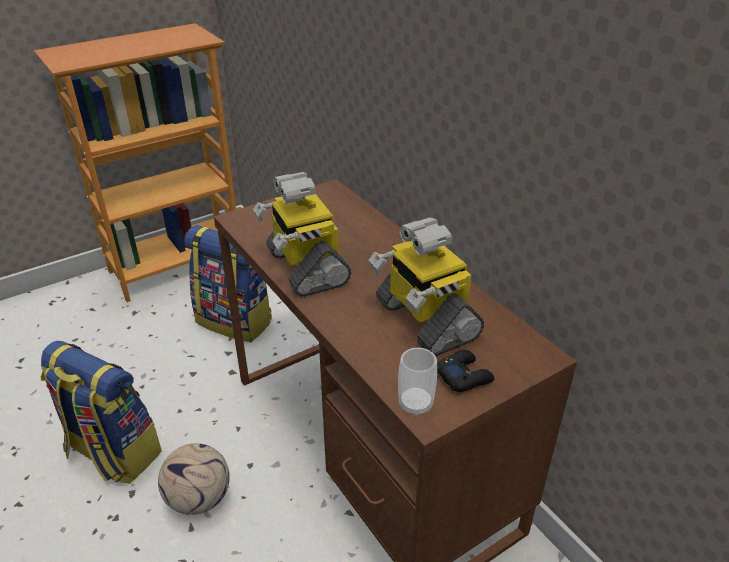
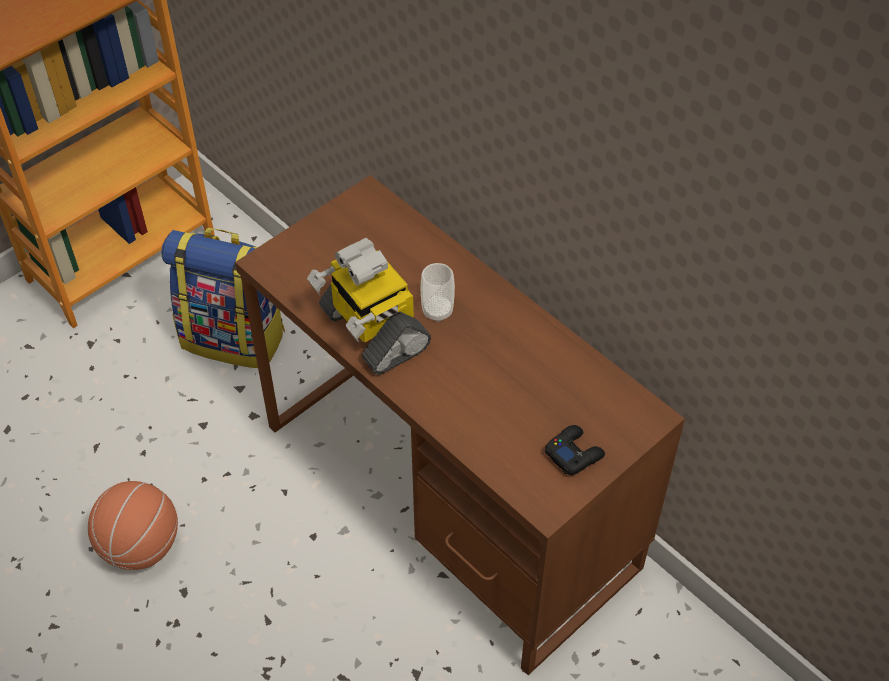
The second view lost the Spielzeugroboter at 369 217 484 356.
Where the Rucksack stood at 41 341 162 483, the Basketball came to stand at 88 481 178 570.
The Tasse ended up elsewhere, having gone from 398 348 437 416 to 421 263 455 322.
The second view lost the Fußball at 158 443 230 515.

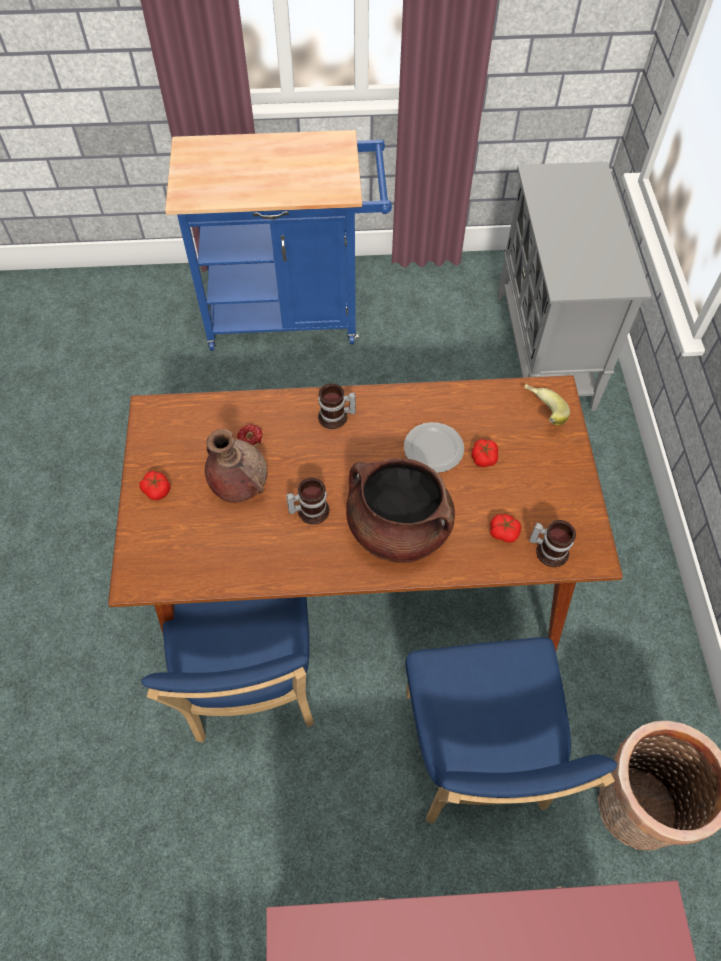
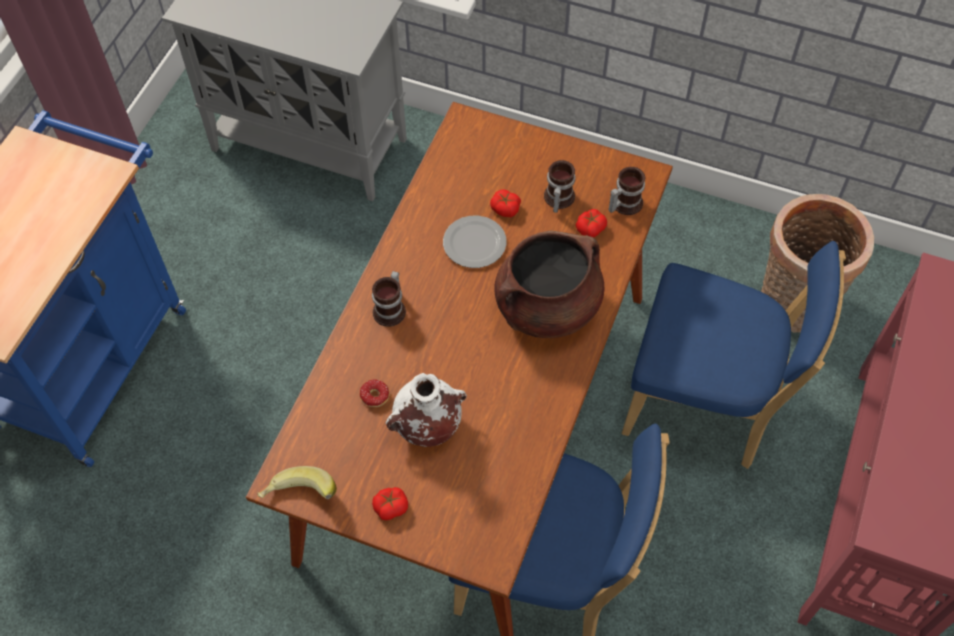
The Banane ended up elsewhere, having gone from 524 384 570 425 to 257 466 337 499.
What was the Vase (braun) at 205 429 267 503 turned into the Vase (weiß) at 386 373 467 447.
The Henkelbecher ended up elsewhere, having gone from 286 478 330 525 to 544 160 575 213.

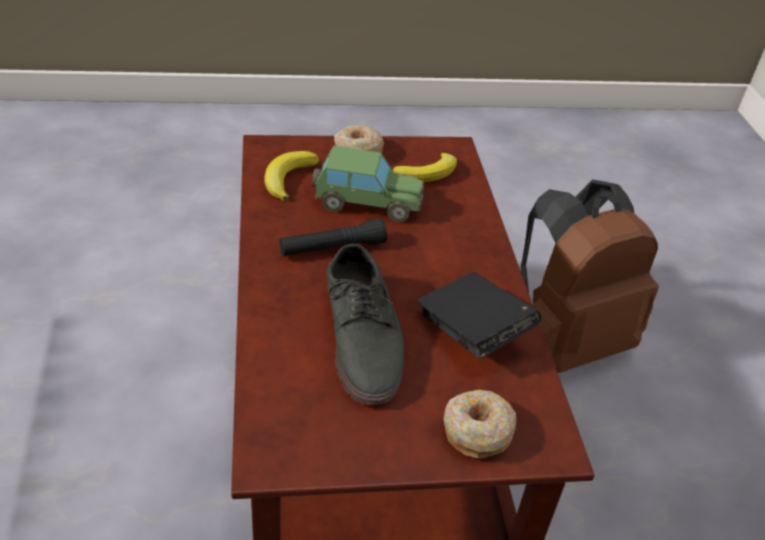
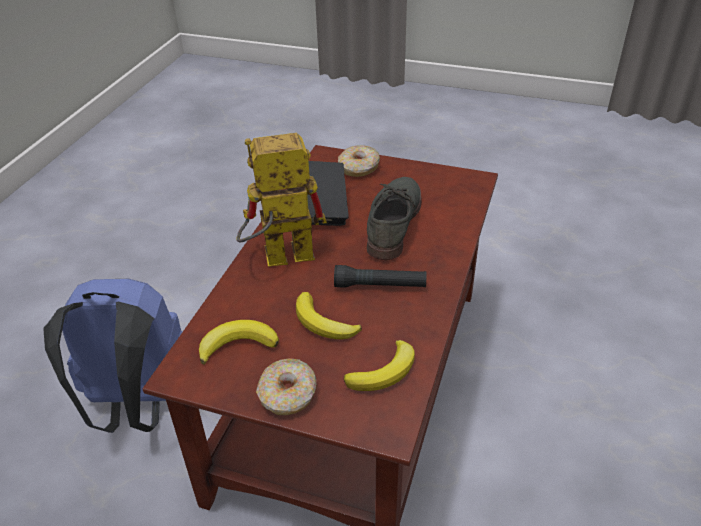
Where the Spielzeugauto stood at 312 146 424 222, the Banane came to stand at 296 292 362 339.
What was the Rucksack (braun) at 521 179 659 373 turned into the Rucksack (blau) at 43 279 182 433.
The second view gained the Spielzeugroboter at 236 133 327 266.

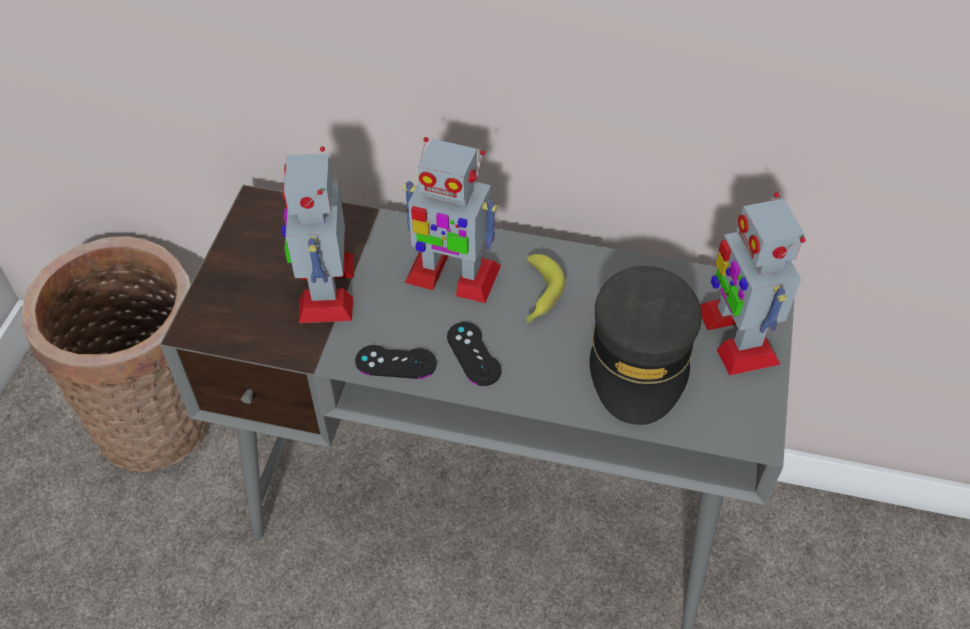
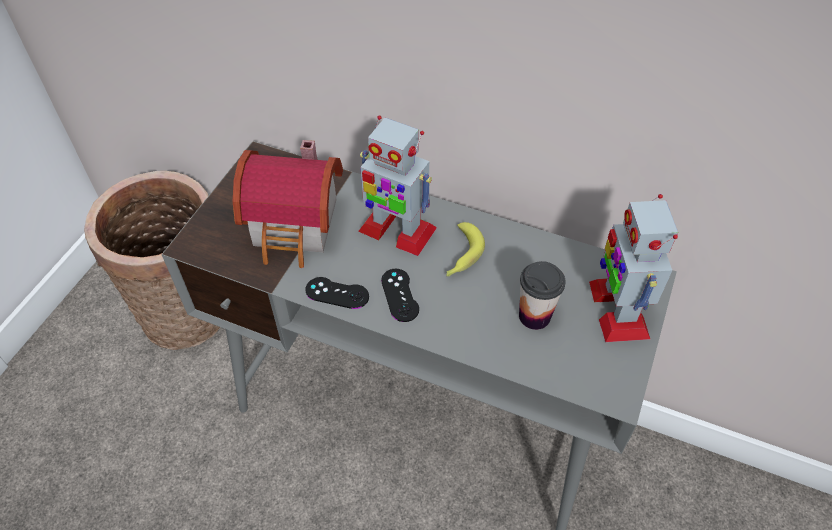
Where the Spielzeugroboter stood at 282 146 354 323, the Spielzeughaus came to stand at 233 140 343 268.
Where the Kappe (grau) stood at 590 266 702 425, the Tasse came to stand at 519 261 566 330.

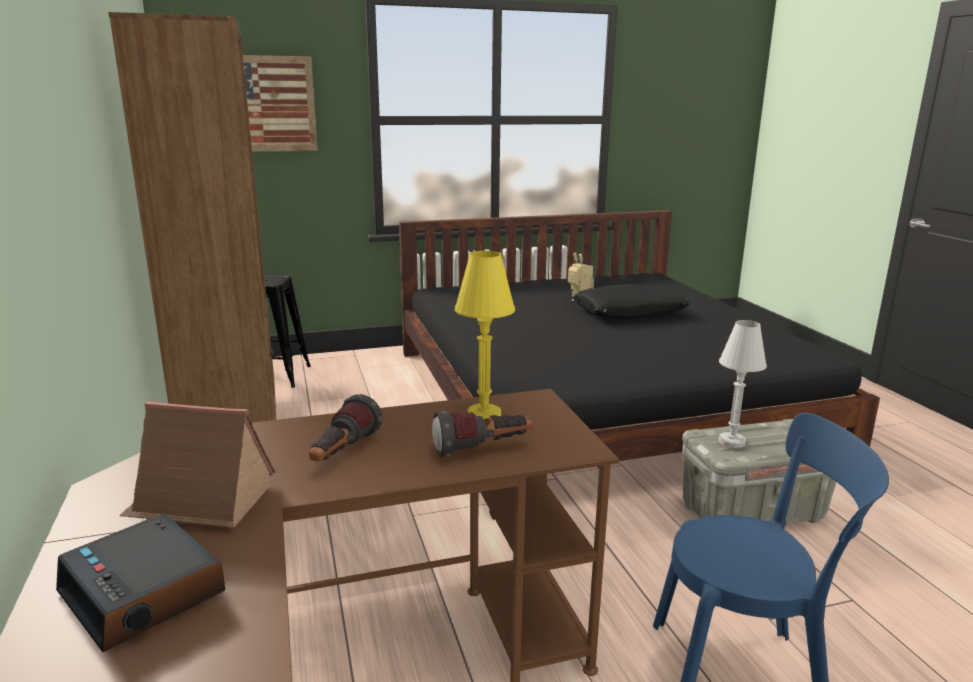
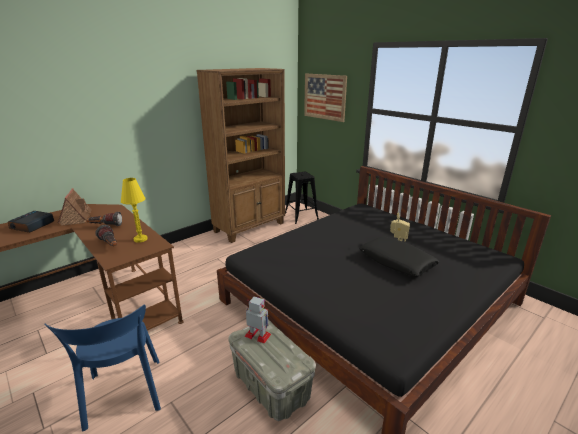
Where the Tischlampe (weiß) stood at 719 320 767 448, the Spielzeugroboter came to stand at 244 296 271 344.

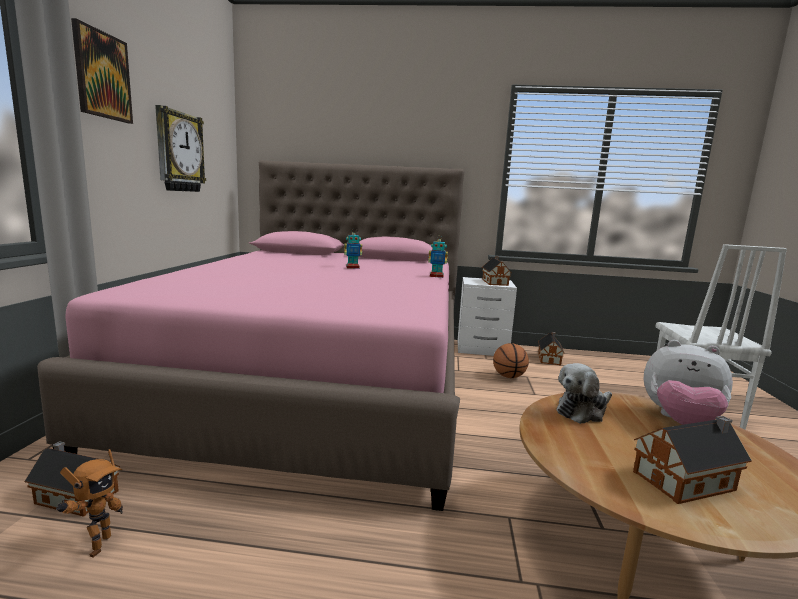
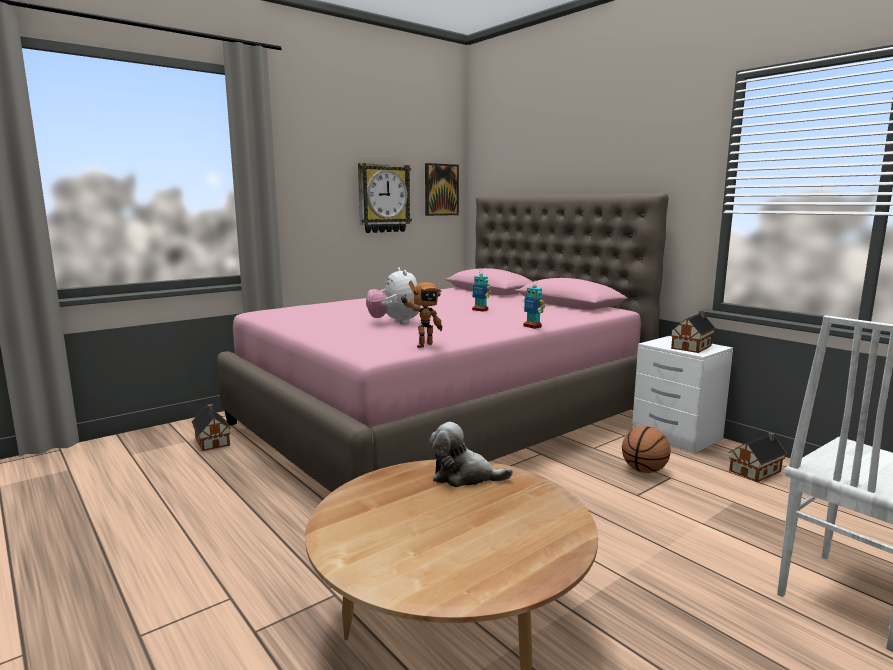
The Bild ended up elsewhere, having gone from 71 18 133 124 to 425 163 459 216.
The Plüschtier ended up elsewhere, having gone from 644 340 733 425 to 366 268 421 324.
The second view lost the Spielzeughaus at 633 416 752 504.
The Spielzeugroboter ended up elsewhere, having gone from 56 449 123 557 to 401 281 442 348.

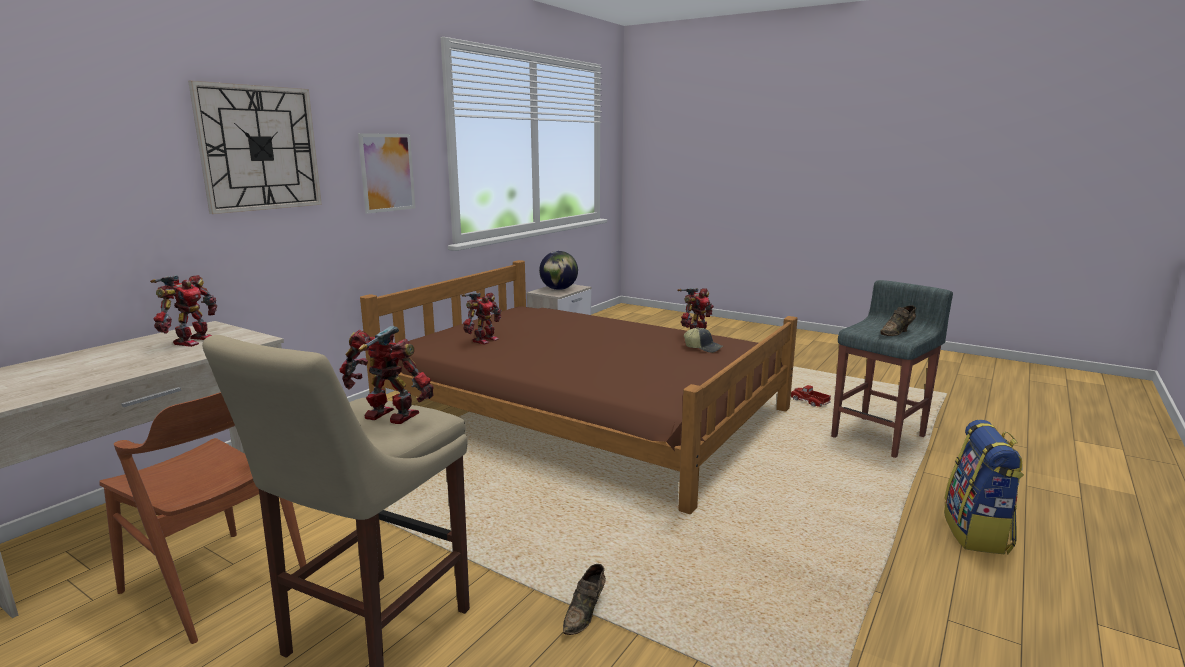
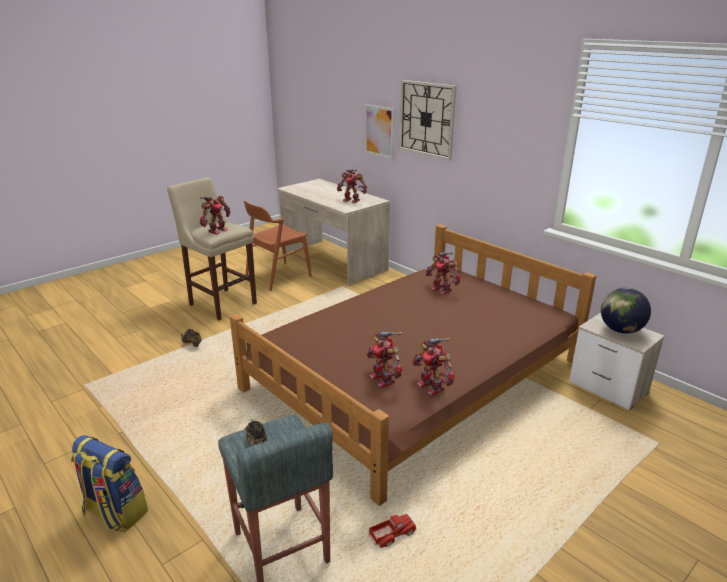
The Bild ended up elsewhere, having gone from 358 133 415 214 to 365 104 394 159.
Where the Kappe stood at 684 327 723 353, the Spielzeugroboter came to stand at 366 332 403 388.

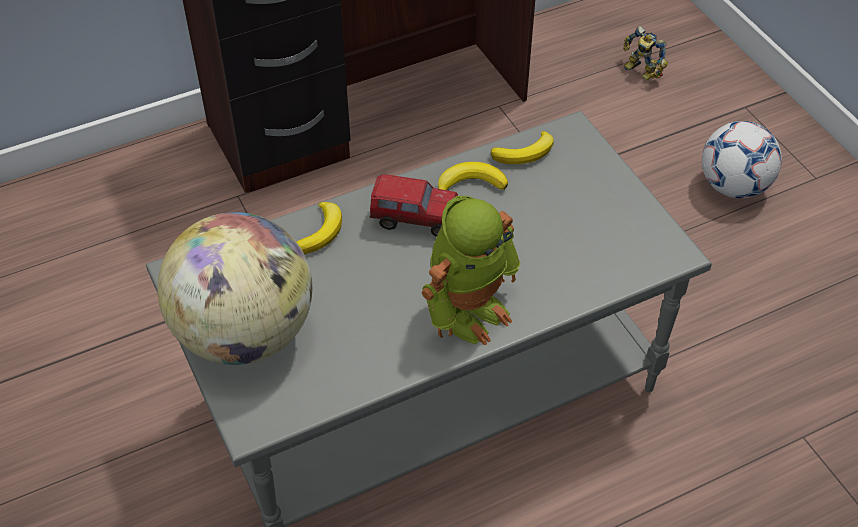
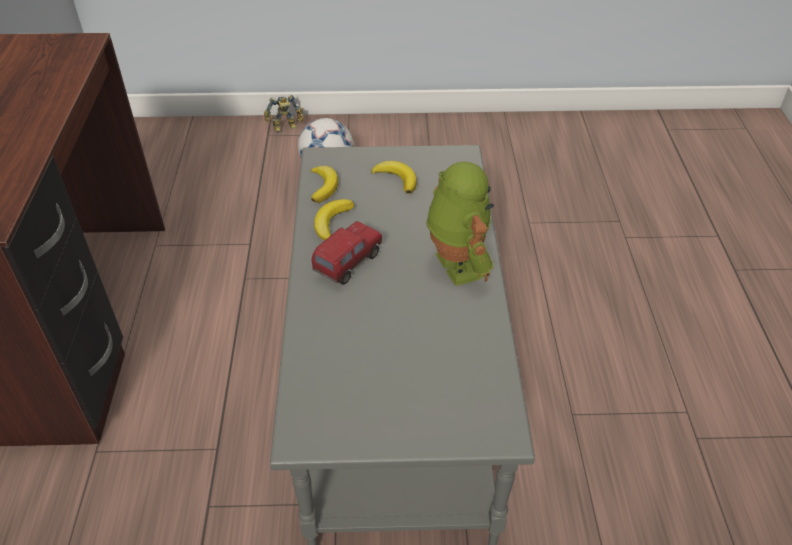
The Spielzeugroboter ended up elsewhere, having gone from 623 26 668 80 to 264 95 304 133.
The Banane ended up elsewhere, having gone from 297 202 342 254 to 371 161 417 194.
The second view lost the Globus at 157 212 312 365.

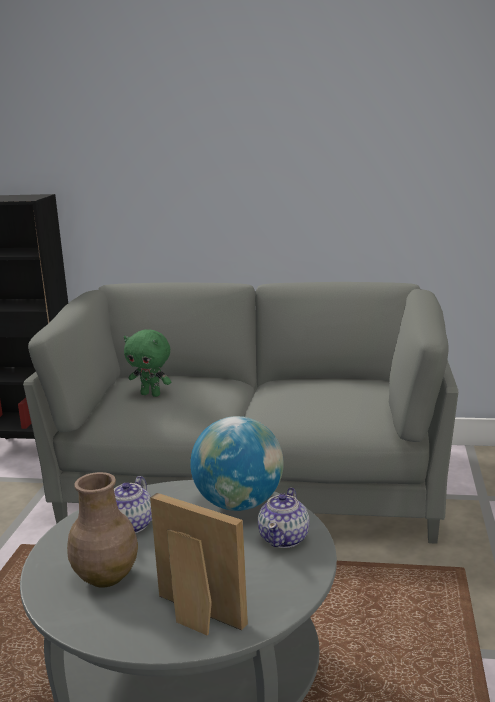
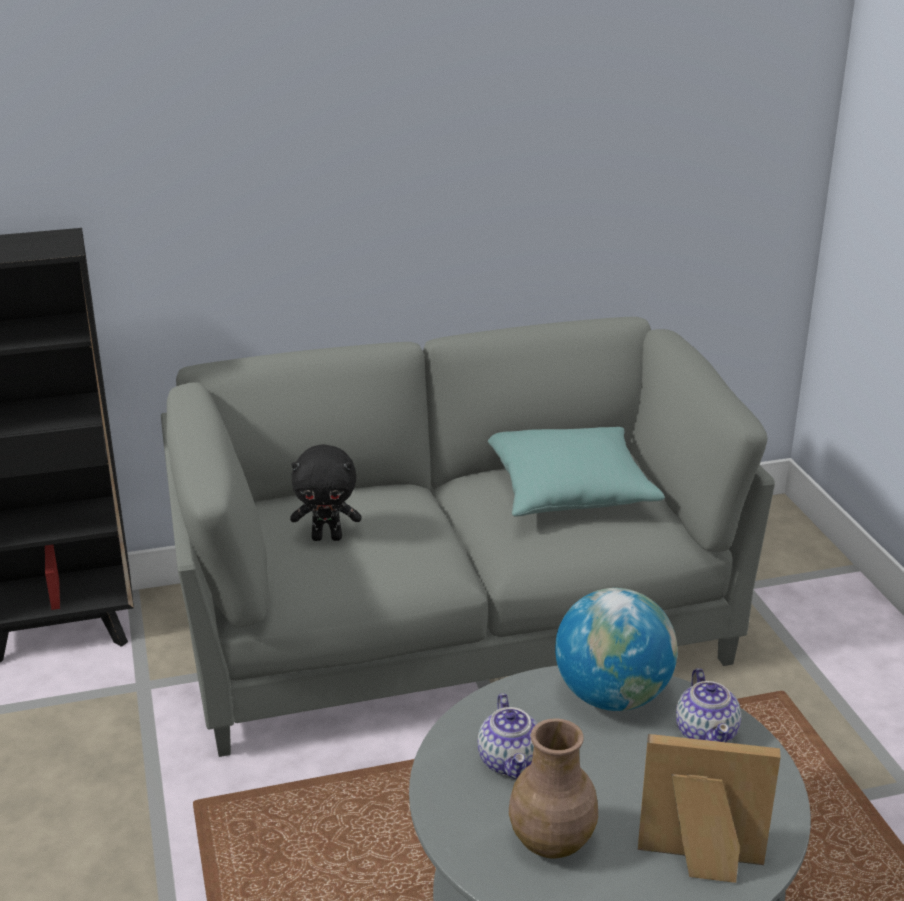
What was the Plüschtier (grün) at 124 329 171 397 turned into the Plüschtier (schwarz) at 290 444 361 541.
The second view gained the Kissen (türkis) at 488 427 665 517.

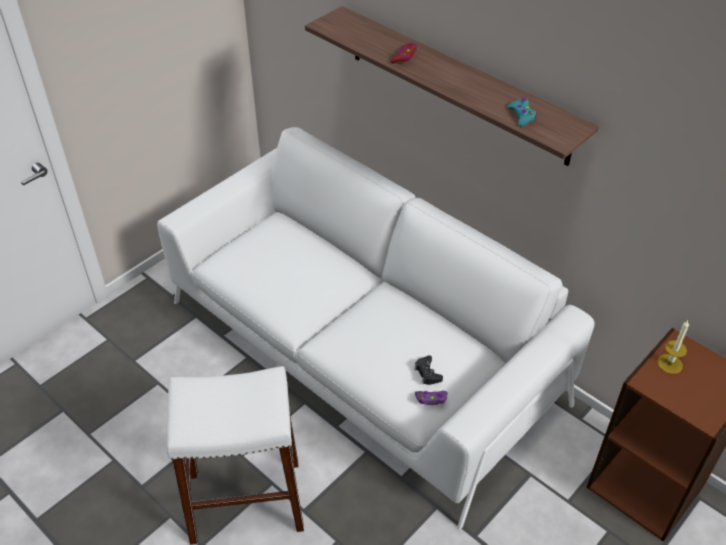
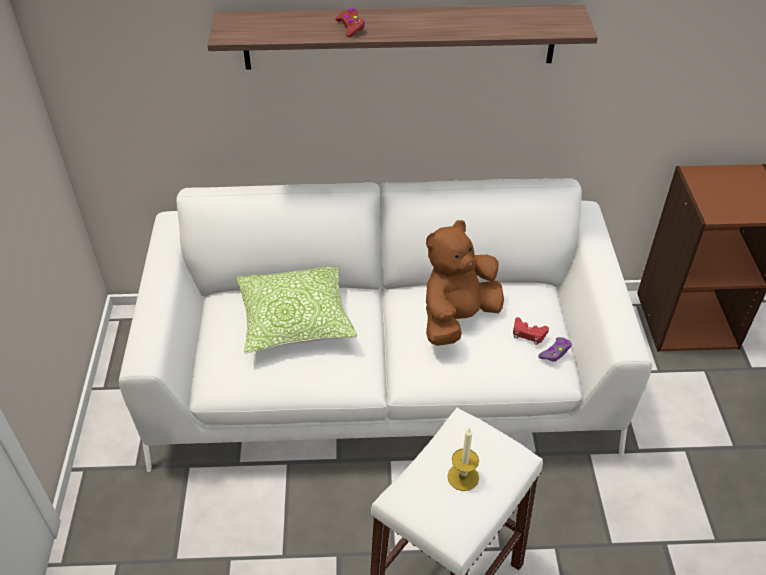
The second view lost the Gamepad (türkis) at 507 98 537 127.
The Kerze ended up elsewhere, having gone from 657 320 689 374 to 447 427 479 491.
What was the Gamepad (schwarz) at 414 355 443 385 turned into the Gamepad (rot) at 513 317 549 345.
The second view gained the Plüschtier (braun) at 426 220 504 346.
The second view gained the Kissen at 237 267 357 354.

